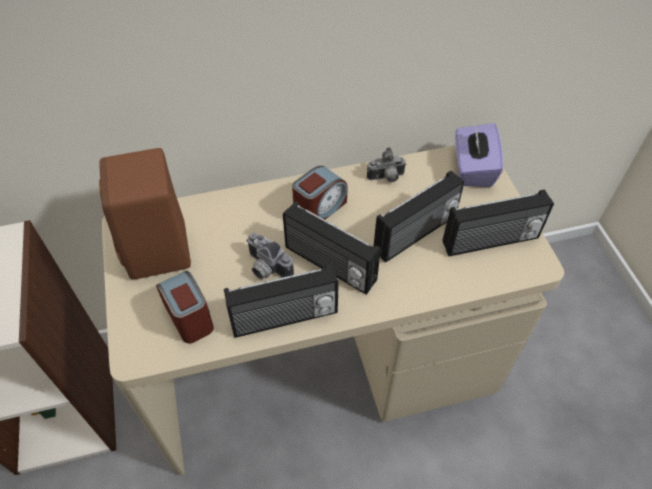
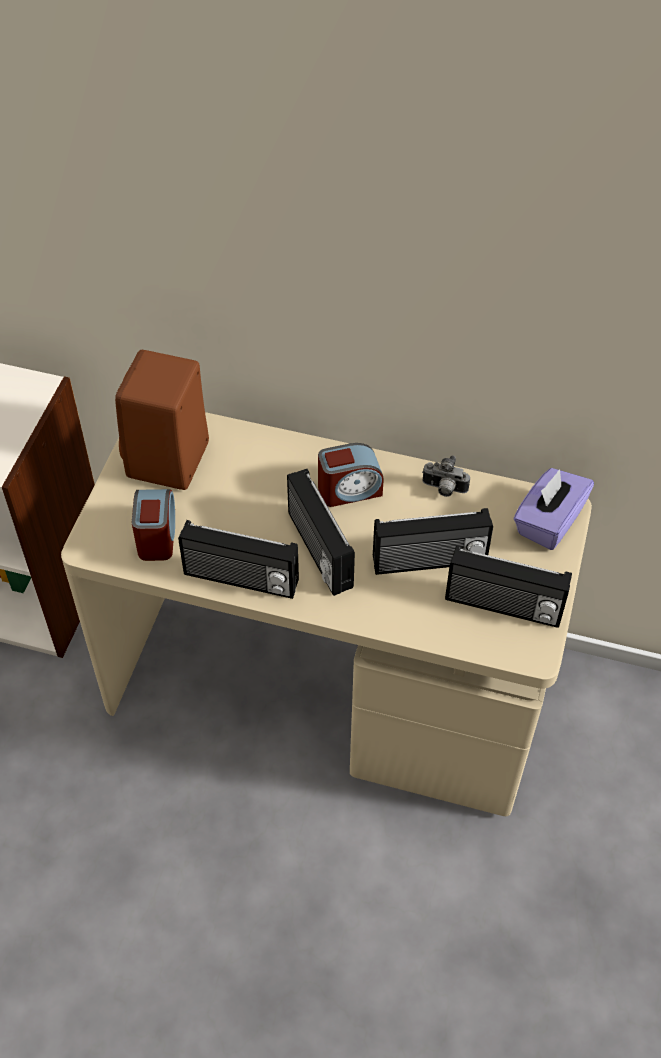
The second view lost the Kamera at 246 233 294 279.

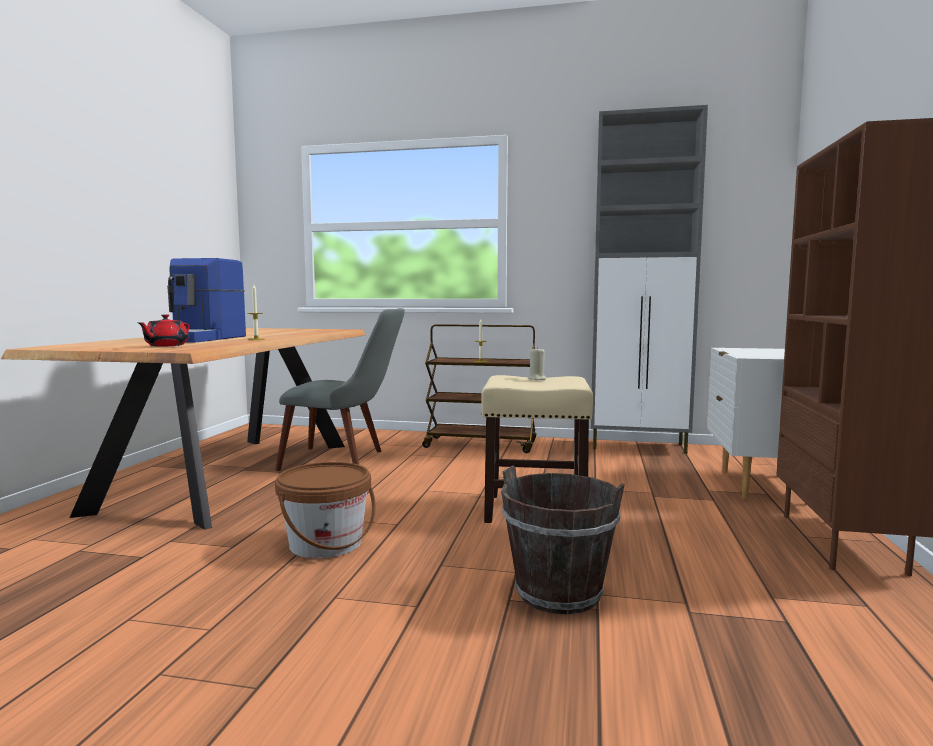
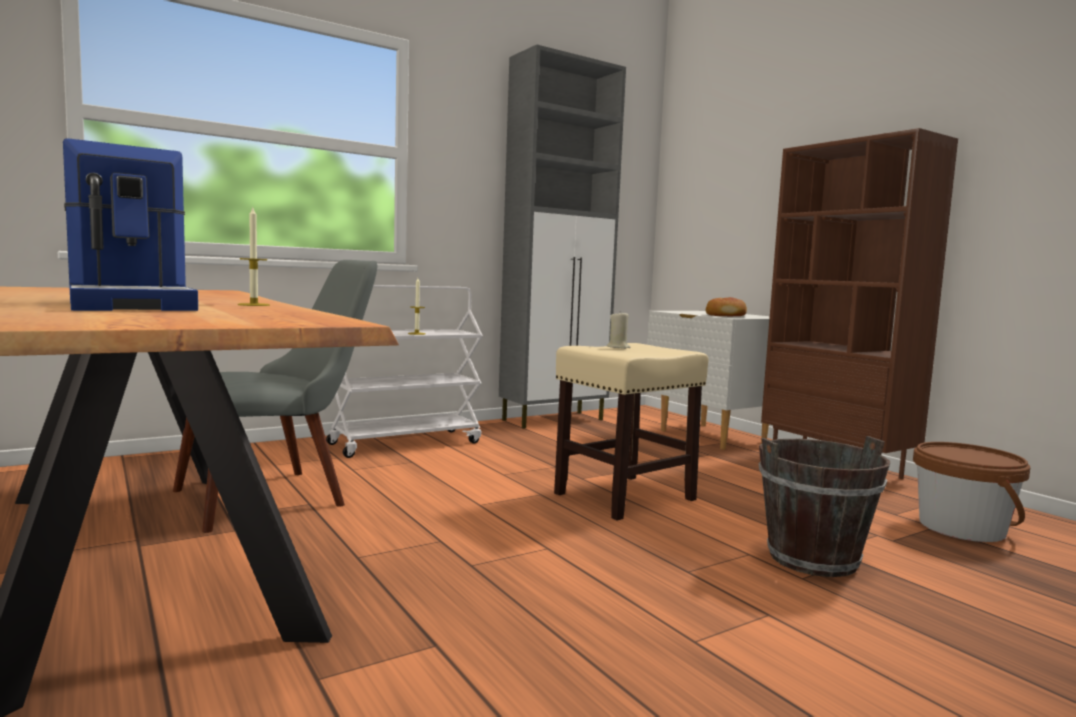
The second view lost the Teekanne (rot) at 139 314 189 347.
What was the Rollwagen (braun) at 422 324 536 453 turned into the Rollwagen (weiß) at 326 285 483 458.
The Eimer (braun) ended up elsewhere, having gone from 275 462 376 559 to 913 442 1030 542.
The second view gained the Brot at 706 297 747 316.

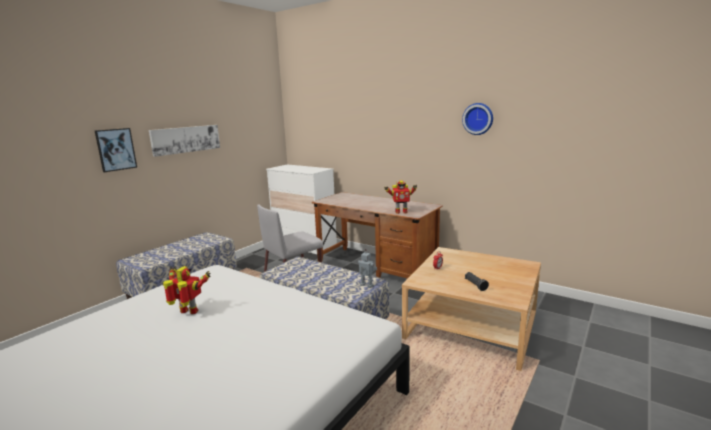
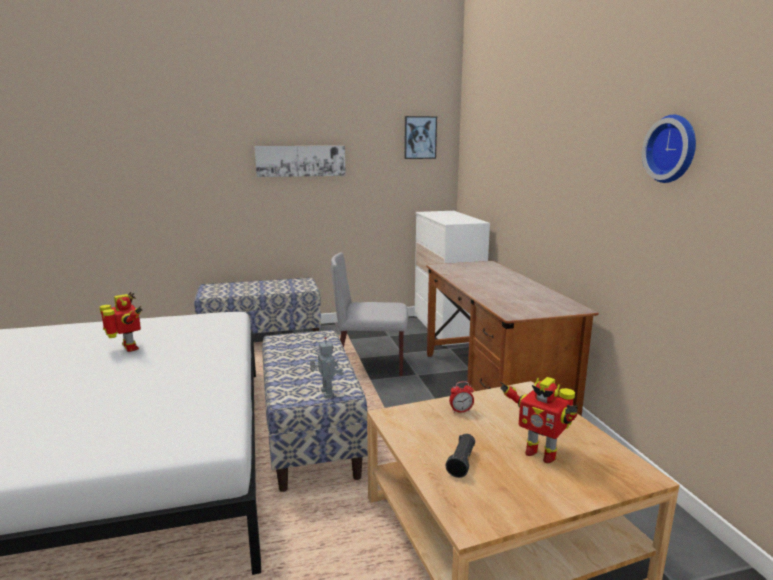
The Bild ended up elsewhere, having gone from 95 128 137 172 to 404 116 437 159.
The Spielzeugroboter ended up elsewhere, having gone from 385 180 417 214 to 500 377 578 463.

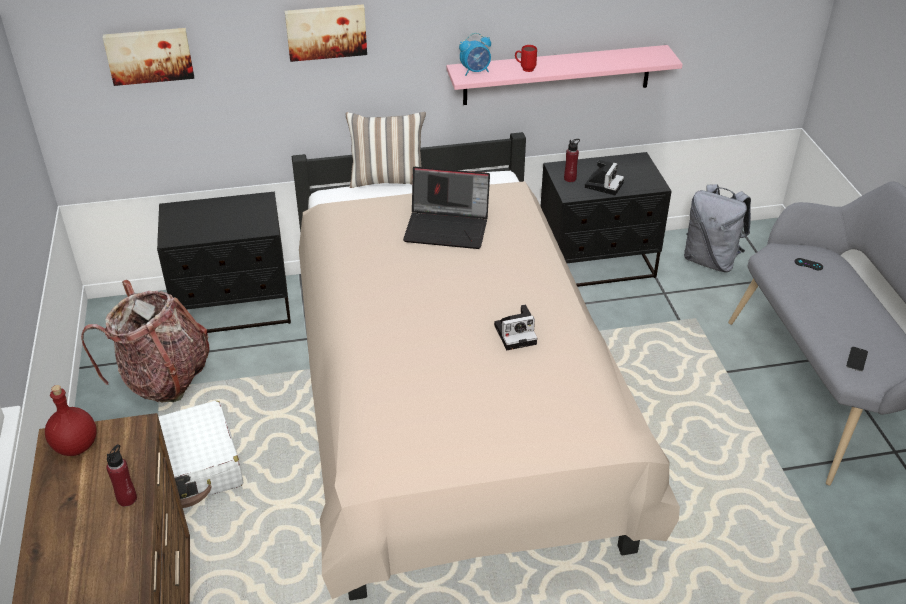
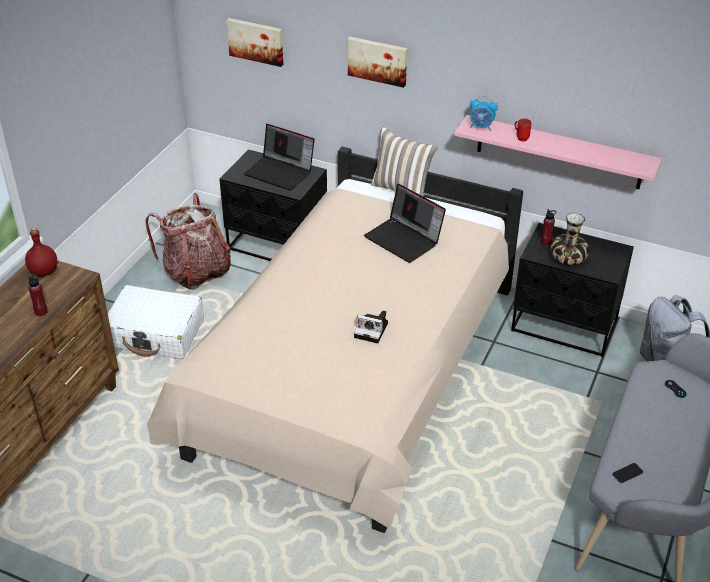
Where the Kamera stood at 585 160 624 195, the Vase came to stand at 551 213 589 265.
The second view gained the Laptop at 244 124 315 190.

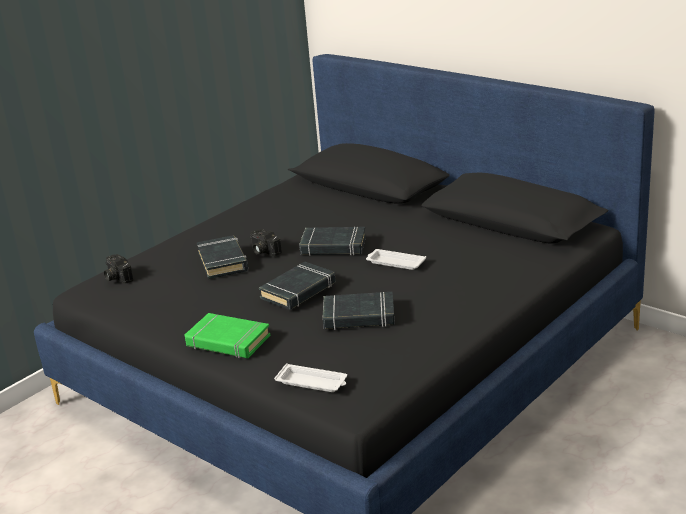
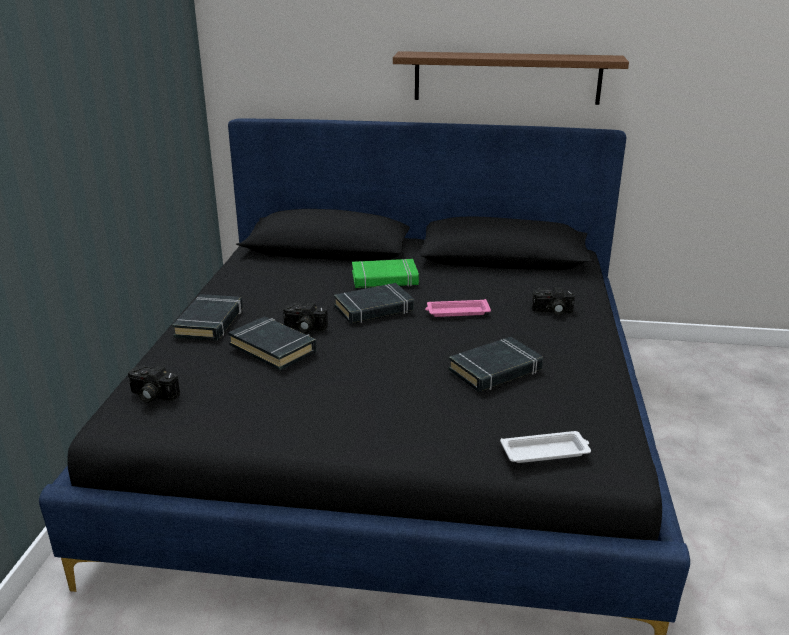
What was the Tablett (weiß) at 366 249 426 270 turned into the Tablett (rosa) at 425 299 491 317.
The Buch (schwarz) ended up elsewhere, having gone from 259 262 336 310 to 172 294 243 341.
The Buch (grün) ended up elsewhere, having gone from 185 313 271 358 to 352 259 419 289.
The second view gained the Wandregal (braun) at 393 51 629 105.
The second view gained the Kamera at 532 287 575 315.

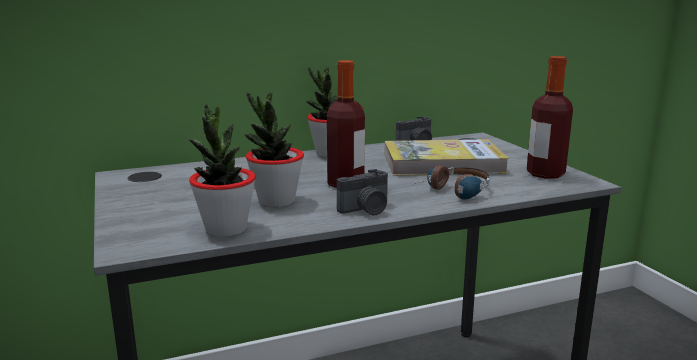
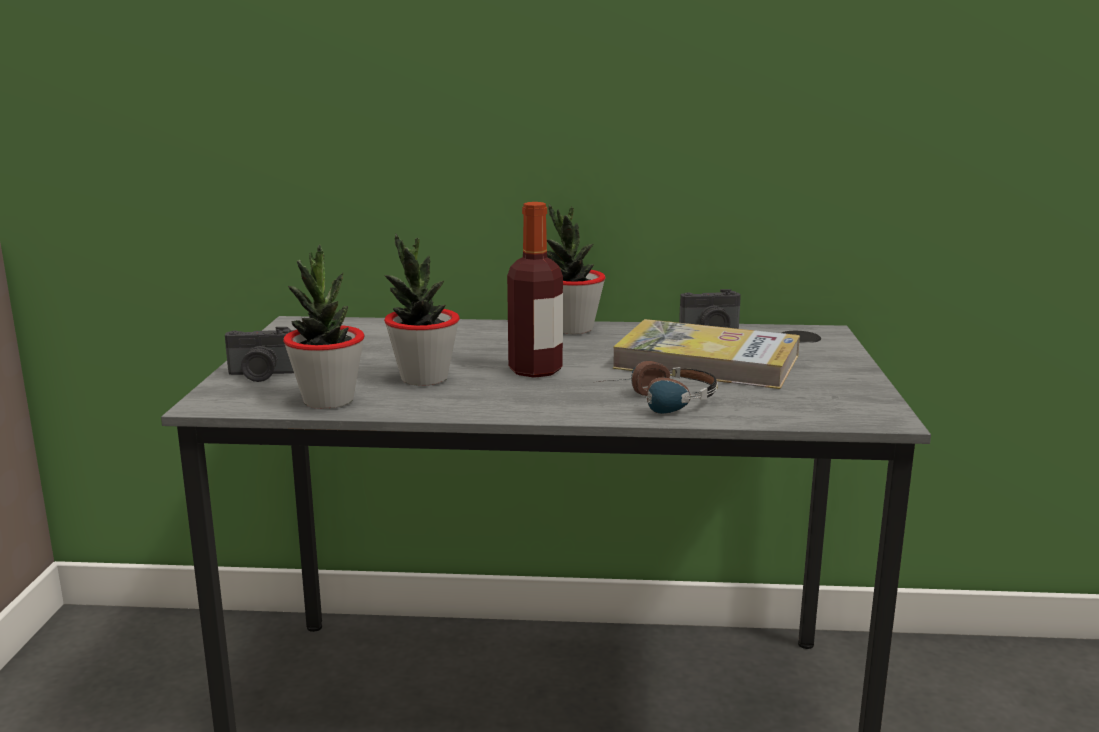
The second view lost the Flasche at 527 56 573 179.
The Kamera ended up elsewhere, having gone from 337 169 388 215 to 225 327 294 382.

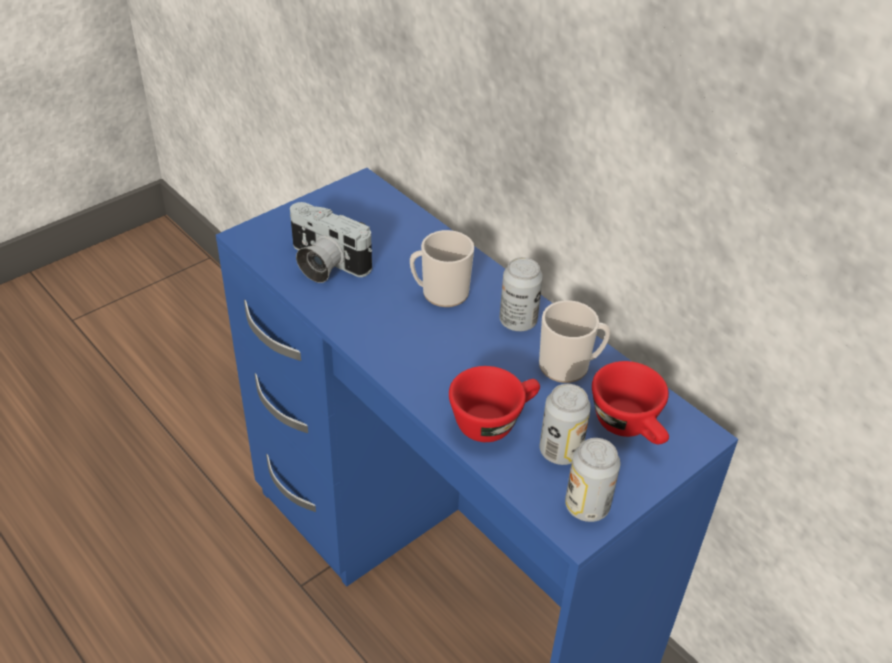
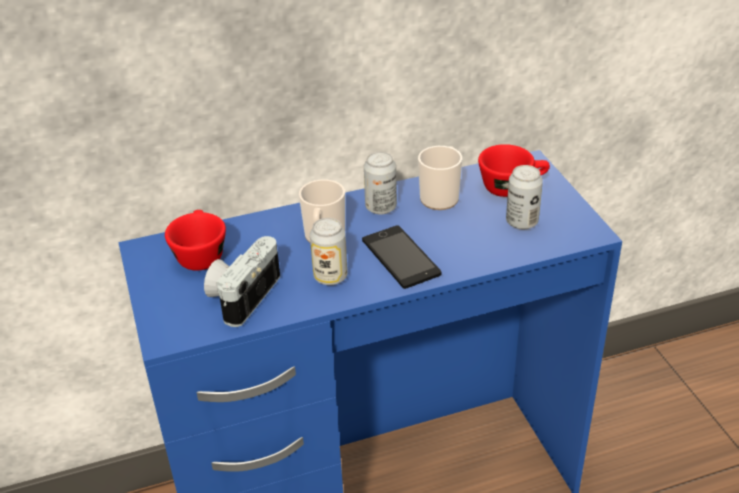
The Kamera at 290 202 372 283 ended up facing another way, 150 degrees clockwise from before.
The Tasse (rot) ended up elsewhere, having gone from 449 366 540 442 to 165 210 226 271.
The Dose ended up elsewhere, having gone from 565 438 620 522 to 310 218 348 285.
The second view gained the Handy at 362 225 441 289.

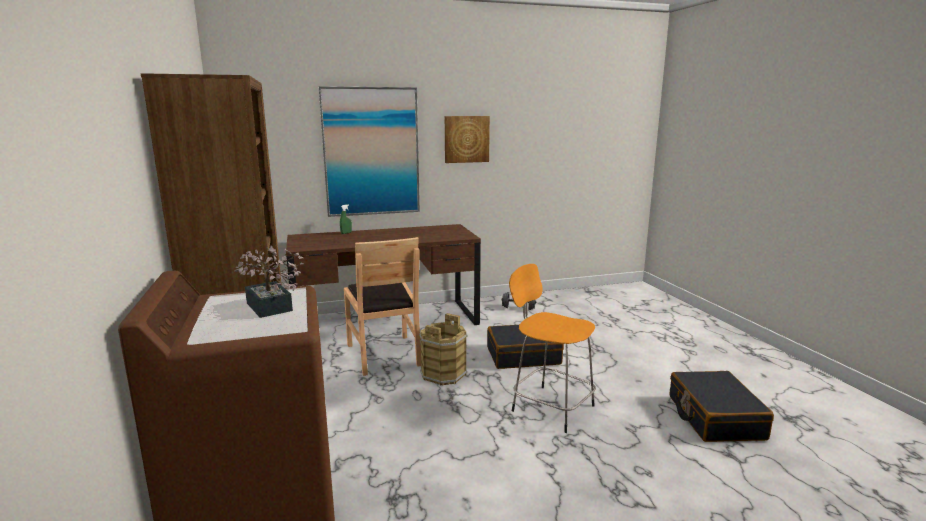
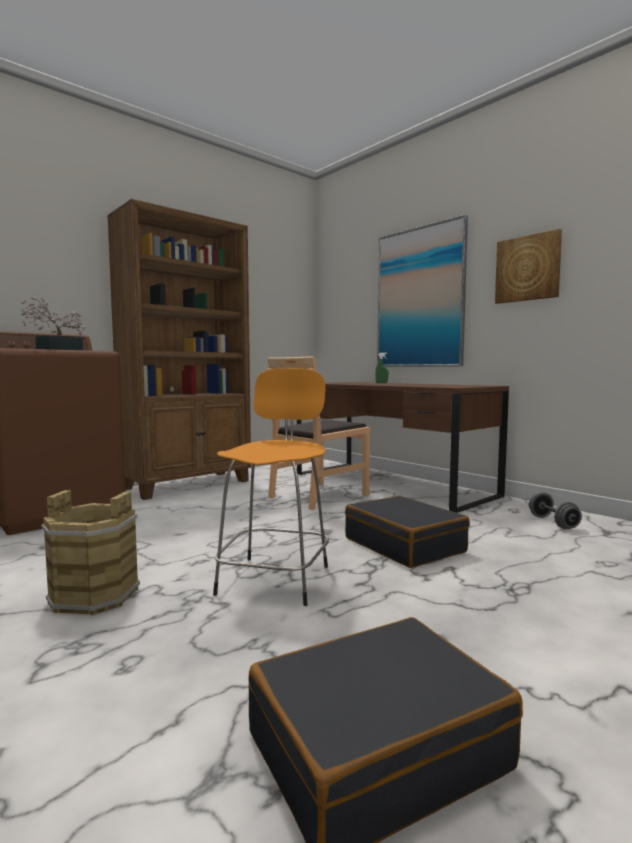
The Eimer (braun) ended up elsewhere, having gone from 419 313 467 386 to 42 490 140 615.

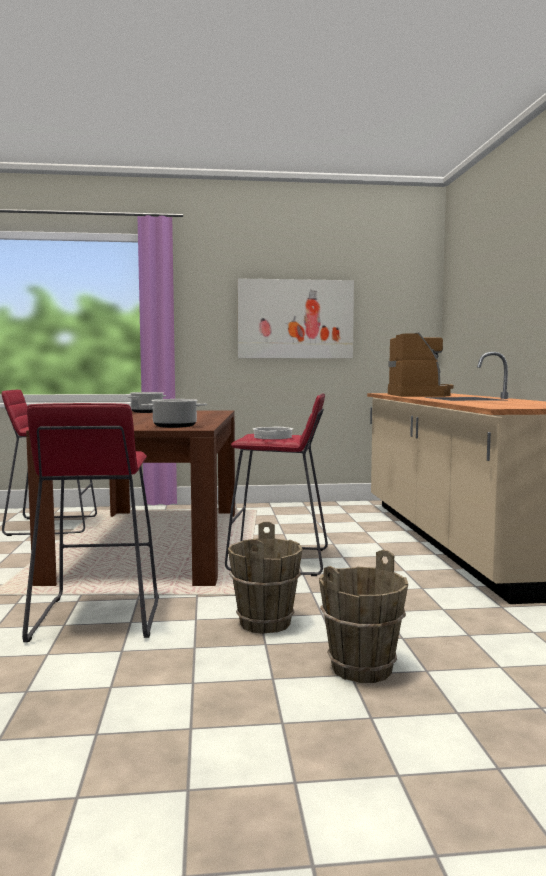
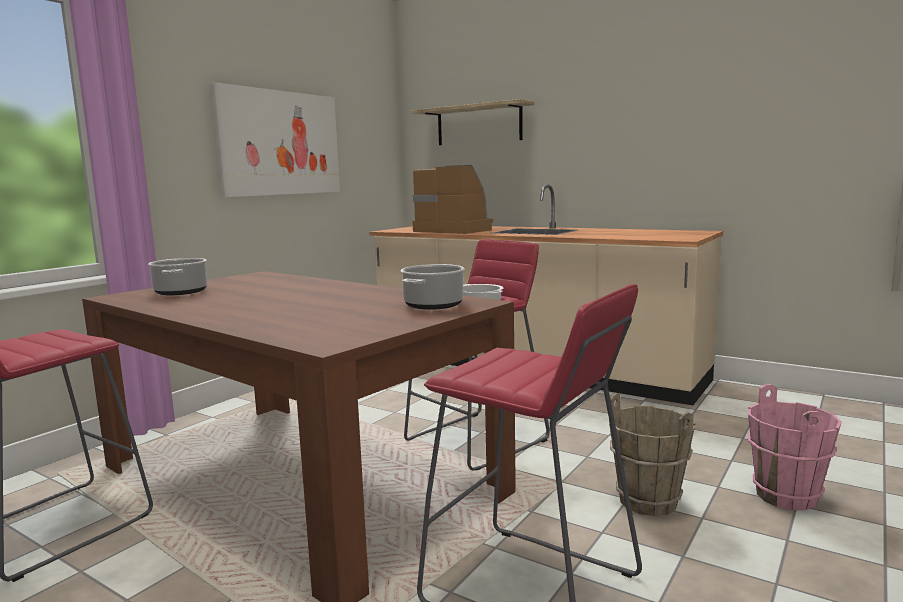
What was the Eimer (braun) at 319 550 408 683 turned into the Eimer (rosa) at 748 384 842 510.
The second view gained the Wandregal at 412 99 534 145.

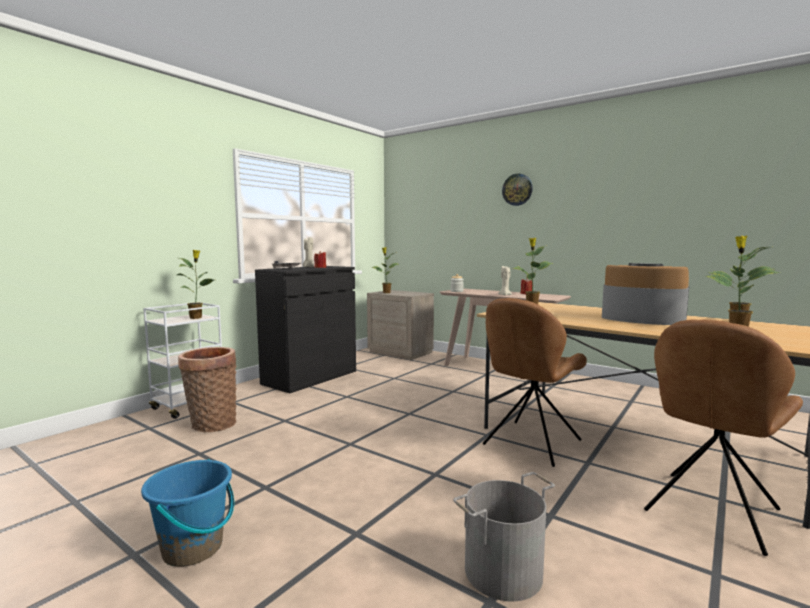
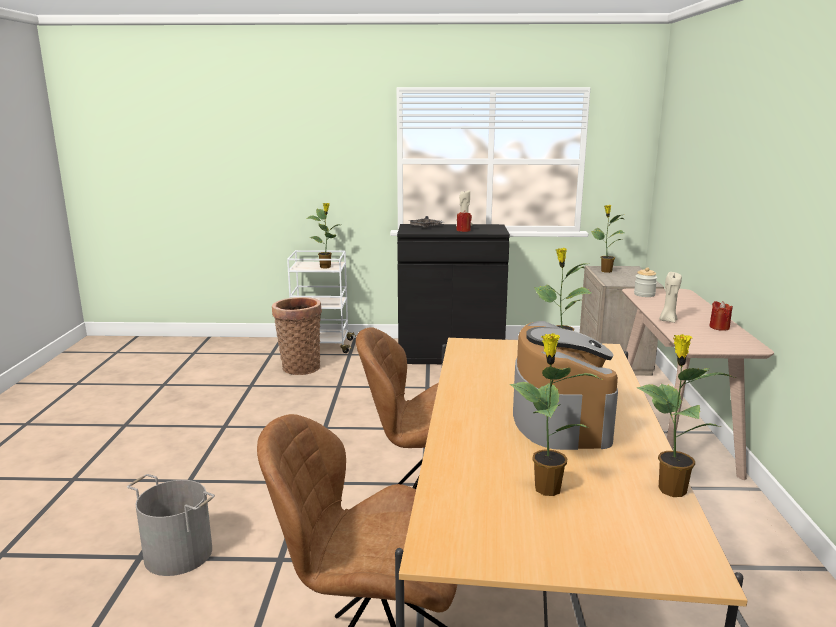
The second view lost the Wanduhr at 502 174 533 206.
The second view lost the Eimer (blau) at 141 459 234 567.

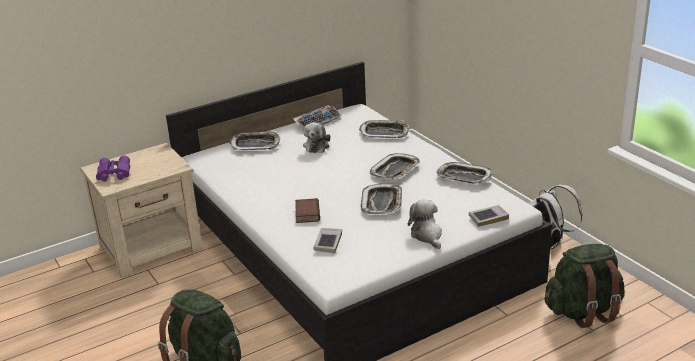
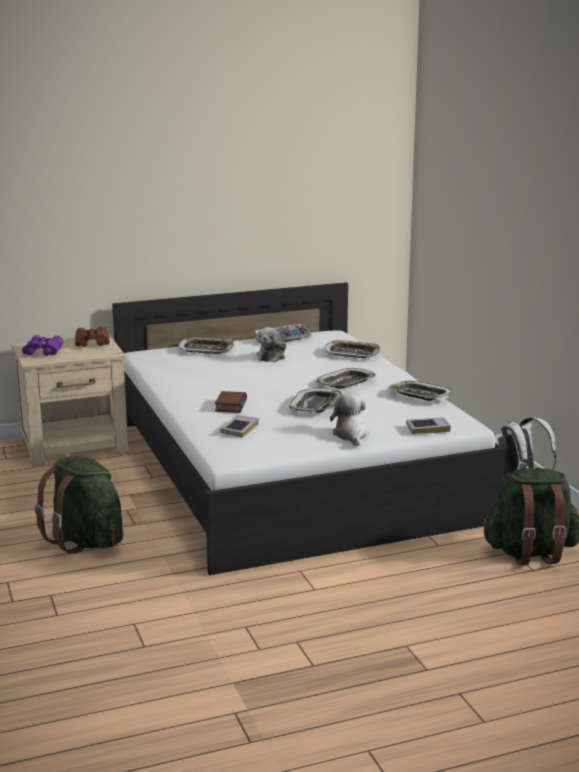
The second view gained the Fernglas (braun) at 75 327 109 347.

